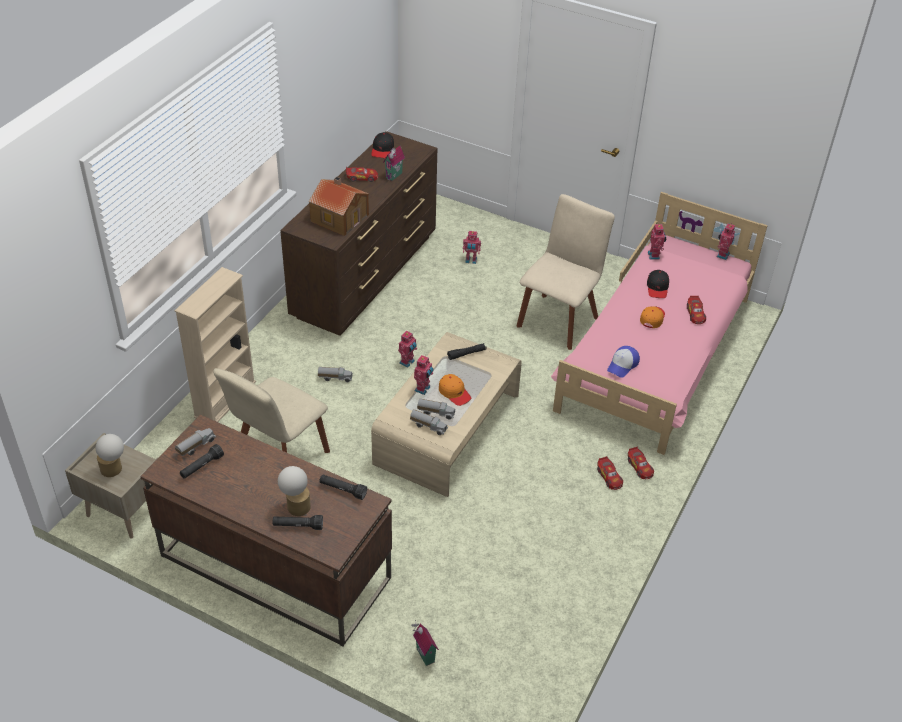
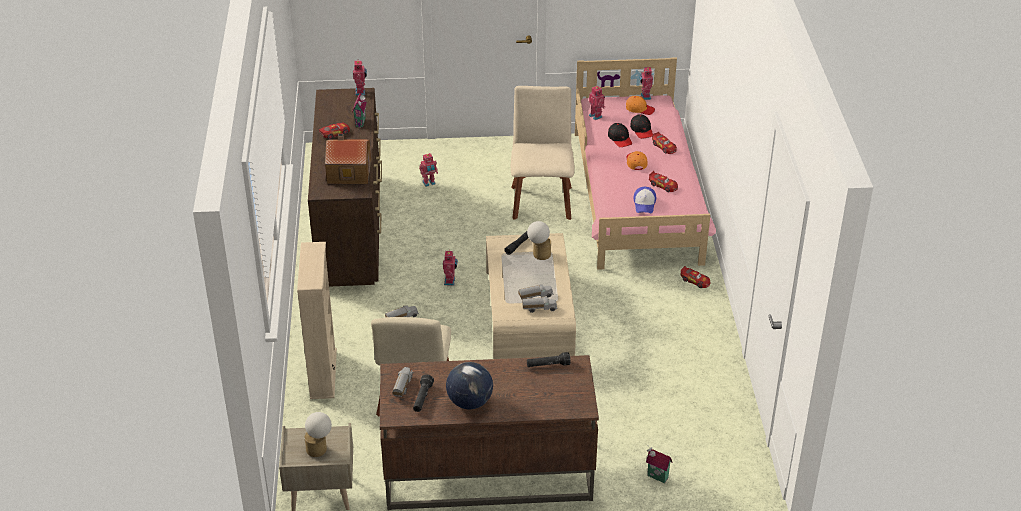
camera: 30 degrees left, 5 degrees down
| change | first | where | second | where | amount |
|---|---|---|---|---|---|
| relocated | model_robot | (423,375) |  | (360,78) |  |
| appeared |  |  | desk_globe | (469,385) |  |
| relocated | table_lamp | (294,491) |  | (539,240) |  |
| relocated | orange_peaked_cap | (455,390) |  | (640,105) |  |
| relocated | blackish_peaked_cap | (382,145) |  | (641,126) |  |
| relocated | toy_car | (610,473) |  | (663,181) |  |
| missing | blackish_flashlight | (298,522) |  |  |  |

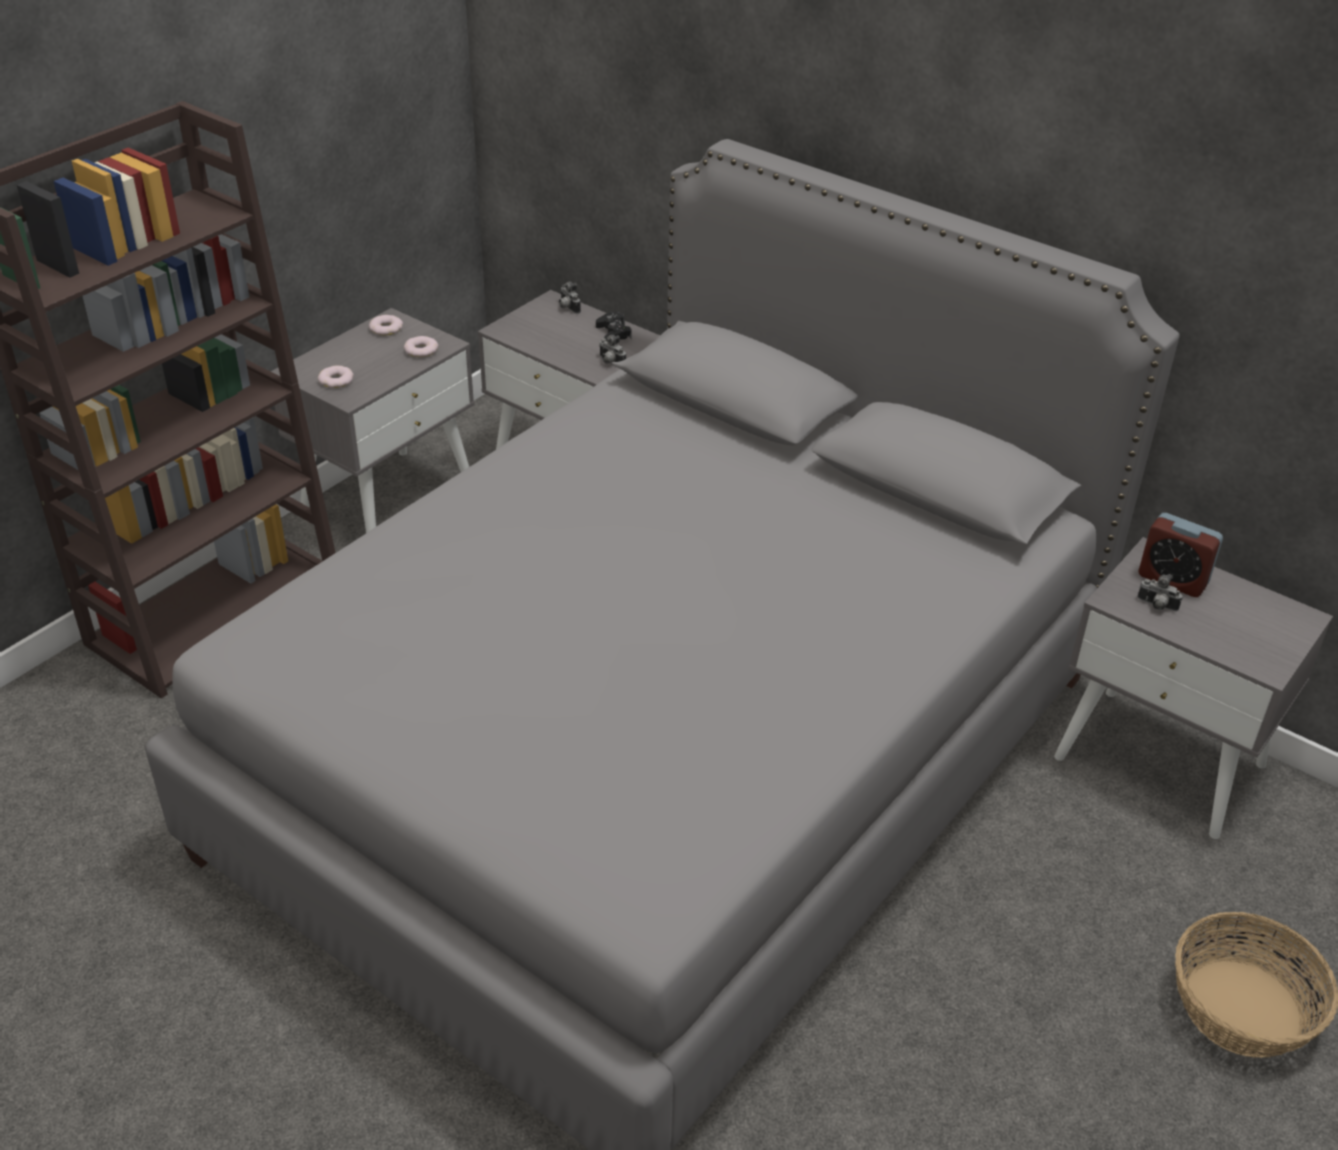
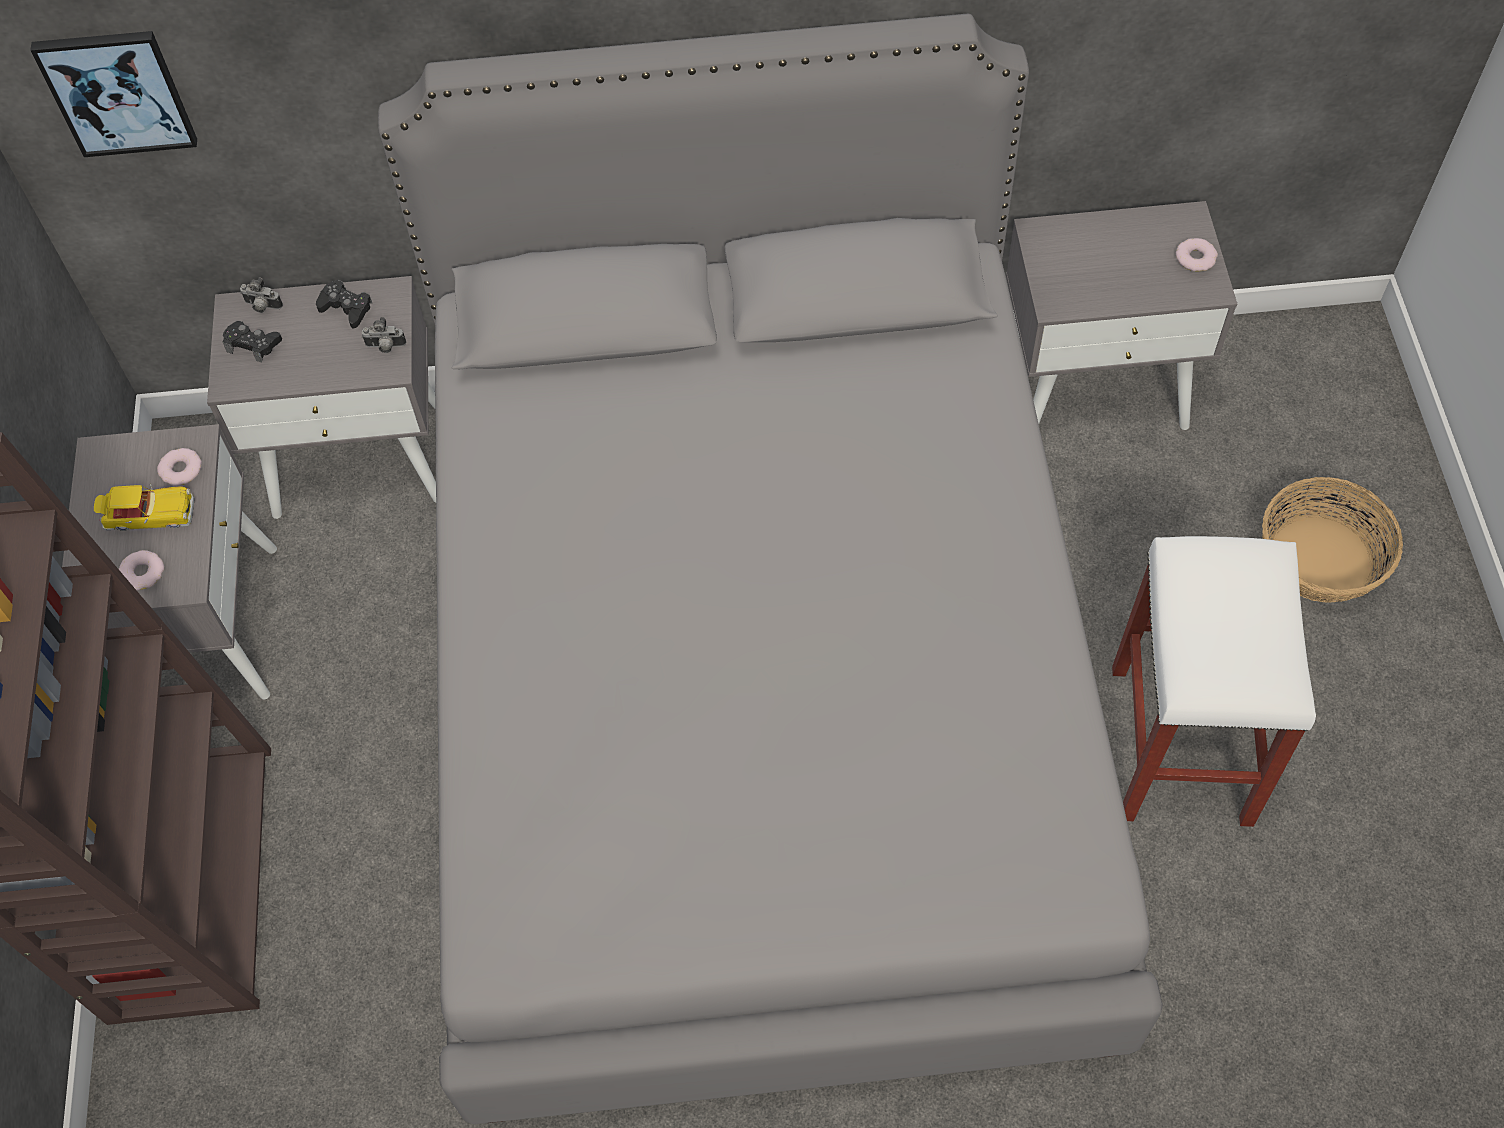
camera: 40 degrees left, 20 degrees up
| change | first | where | second | where | amount |
|---|---|---|---|---|---|
| appeared |  |  | wall_picture | (113,94) |  |
| appeared |  |  | toy_car | (144,507) |  |
| appeared |  |  | blackish_joypad | (252,342) |  |
| appeared |  |  | whitish_stool | (1214,681) |  |
| relocated | doughnut | (386,325) |  | (1197,255) |  |
| missing | bedside_clock | (1180,555) |  |  |  |
| missing | photo_camera | (1160,592) |  |  |  |

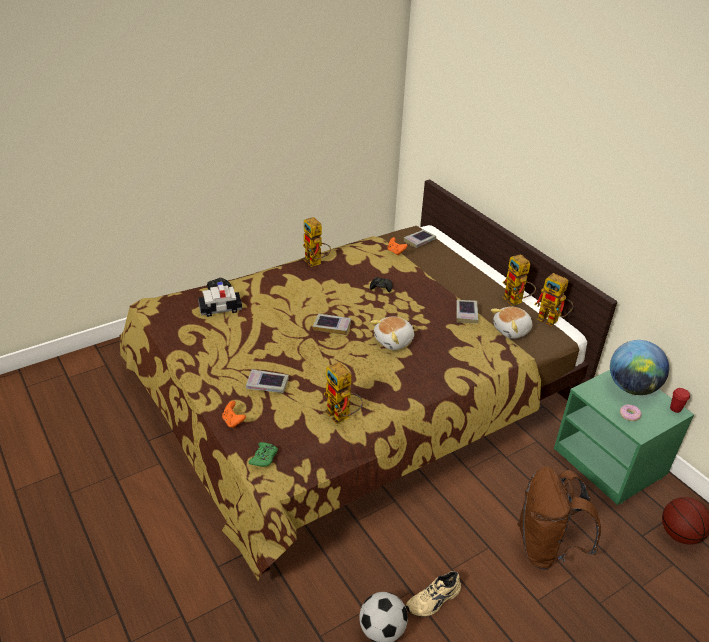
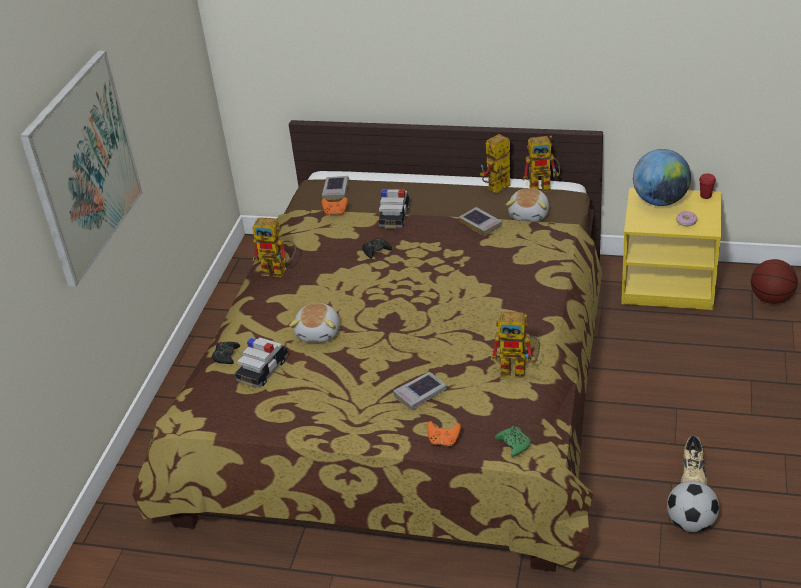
camera: 40 degrees left, 0 degrees up
| change | first | where | second | where | amount |
|---|---|---|---|---|---|
| appeared |  |  | wall_picture | (81,168) |  |
| relocated | soft_toy | (392,333) |  | (314,322) |  |
| appeared |  |  | toy_car | (394,209) |  |
| spun | model_robot | (519,280) |  | (495,163) | 120 degrees clockwise |
| colour | greenish_nightstand | (624,437) | yellowish_nightstand | (671,249) |  |
| missing | bound_book | (332,324) |  |  |  |
| missing | brownish_rucksack | (559,517) |  |  |  |

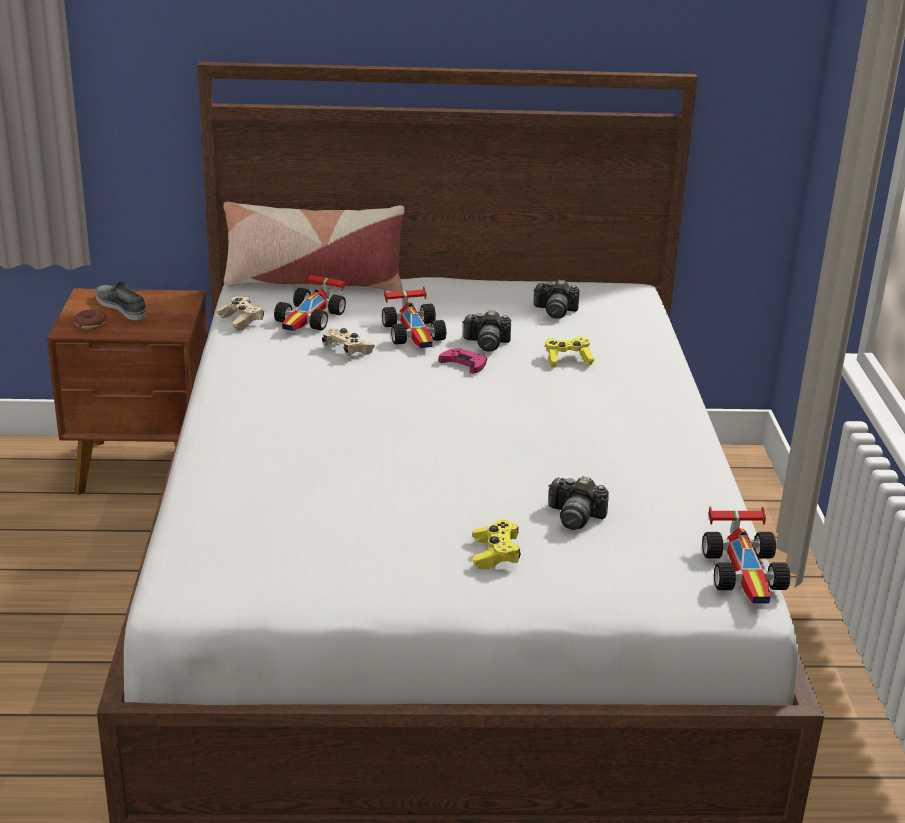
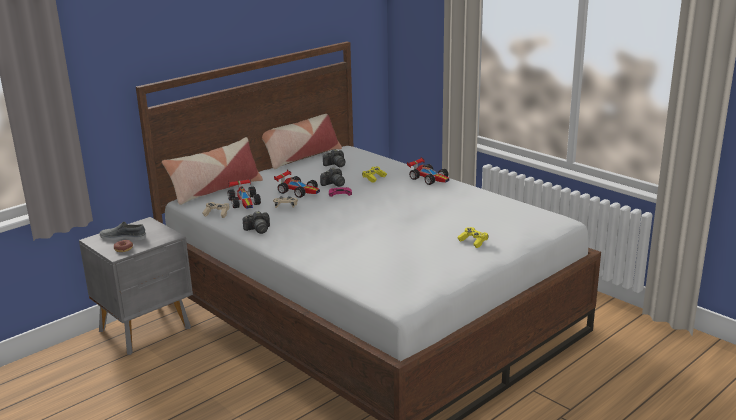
camera: 40 degrees left, 5 degrees down
| change | first | where | second | where | amount |
|---|---|---|---|---|---|
| colour | brownish_nightstand | (127,391) | greyish_nightstand | (136,286) |  |
| relocated | photo_camera | (578,503) |  | (256,222) |  |
| appeared |  |  | throw_pillow | (302,141) |  |
| relocated | toy_car | (746,555) |  | (428,171) |  |

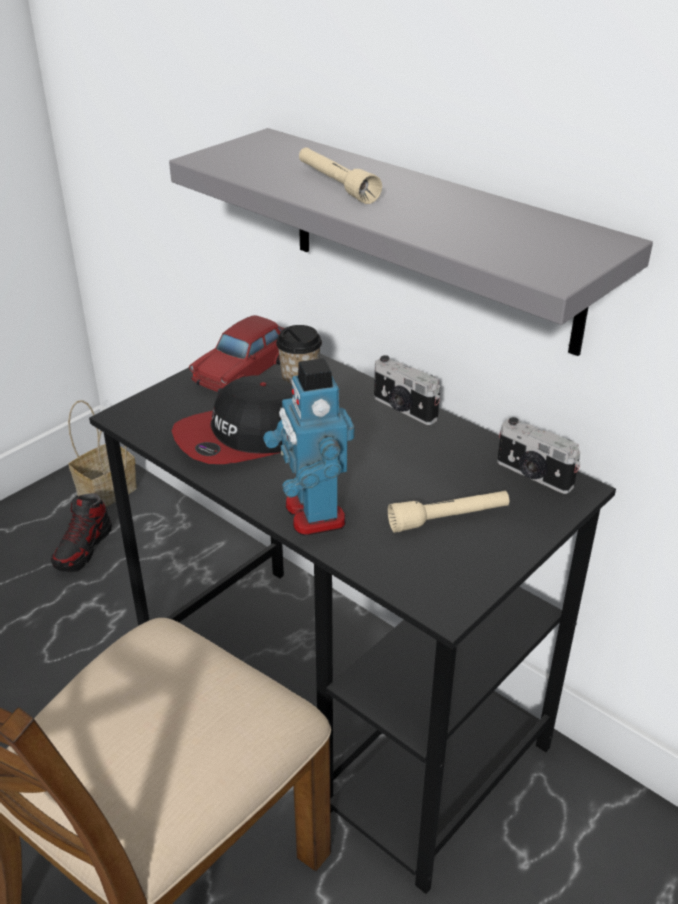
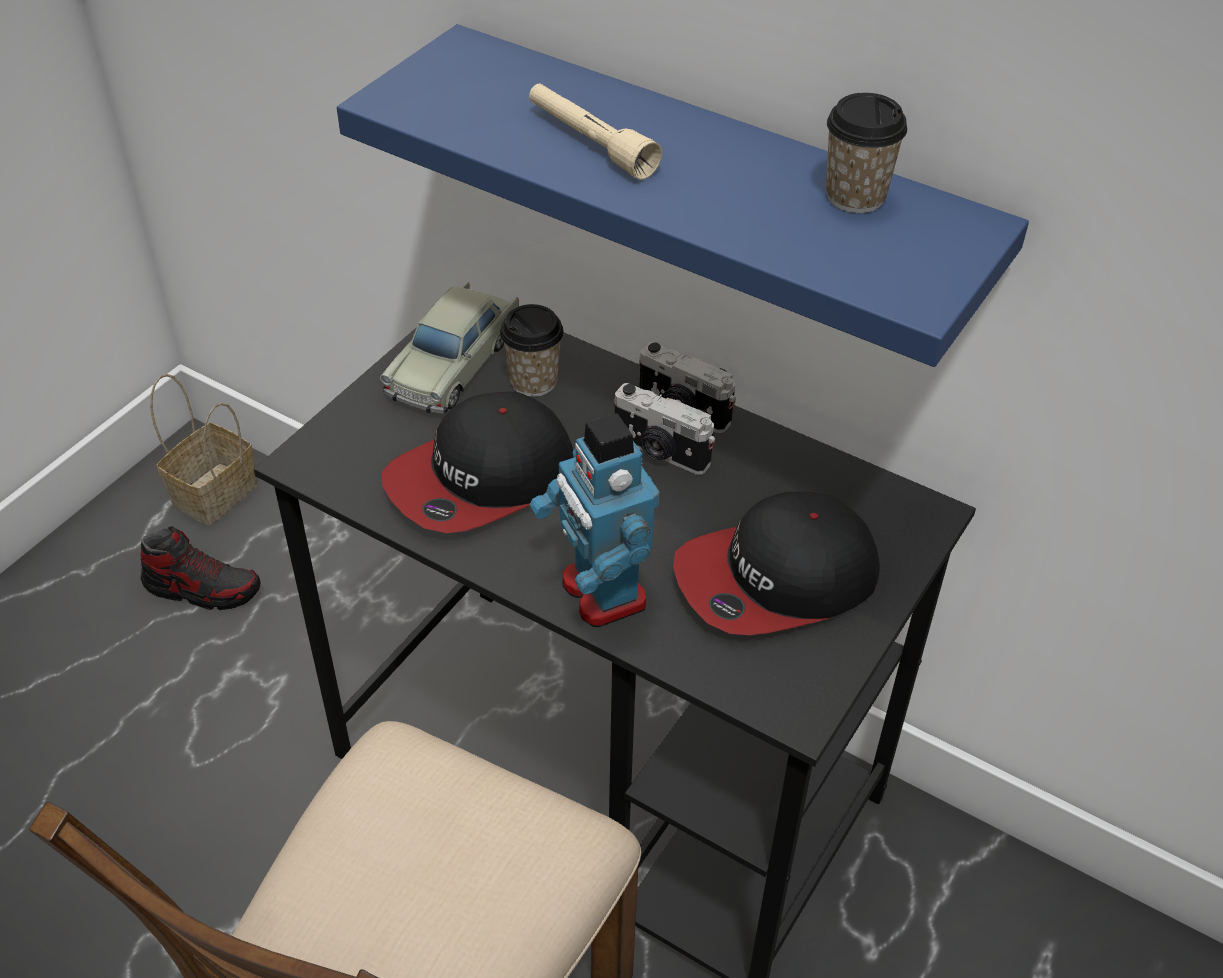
camera: 10 degrees left, 10 degrees up
| change | first | where | second | where | amount |
|---|---|---|---|---|---|
| spun | item_of_footwear | (81,532) |  | (201,568) | 90 degrees counterclockwise |
| colour | greyish_wall_shelf | (411,242) | blue-coloured_wall_shelf | (683,195) |  |
| colour | red_toy_car | (236,354) | beige-coloured_toy_car | (449,348) |  |
| relocated | photo_camera | (538,455) |  | (664,429) |  |
| exchanged | beige-coloured_flashlight | (448,512) | peaked_cap | (776,563) |  |
| appeared |  |  | small_cup | (866,153) |  |

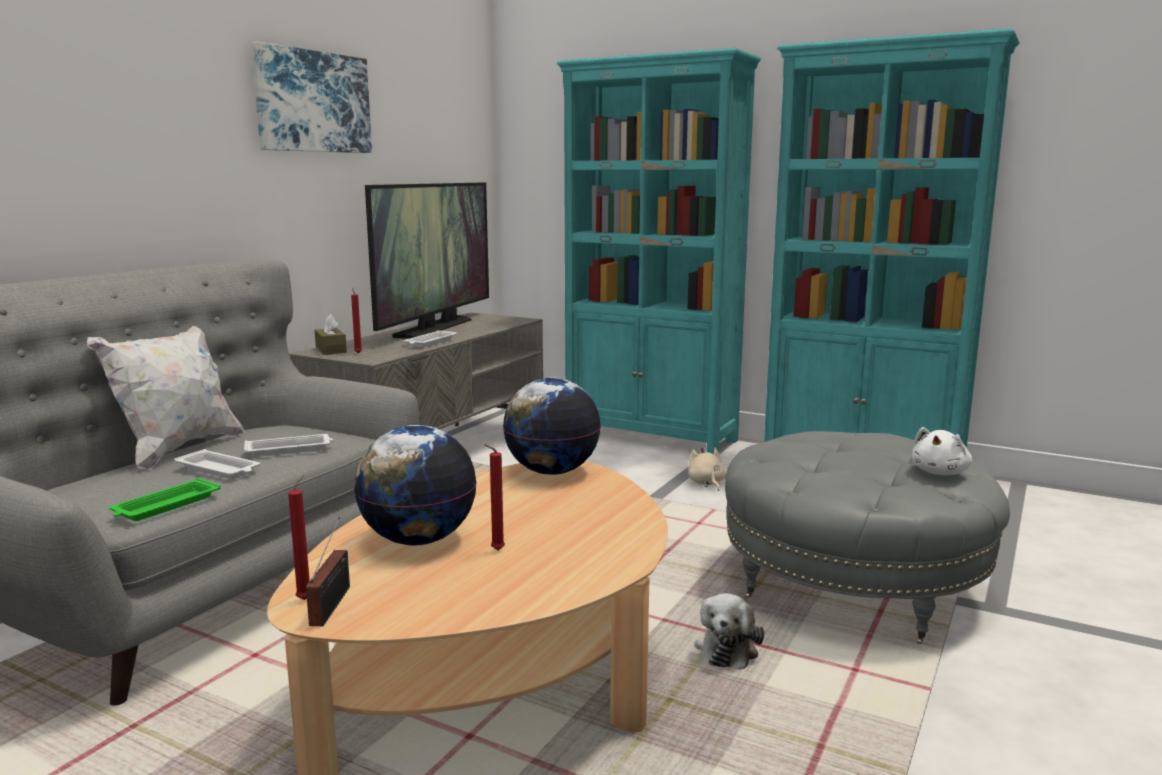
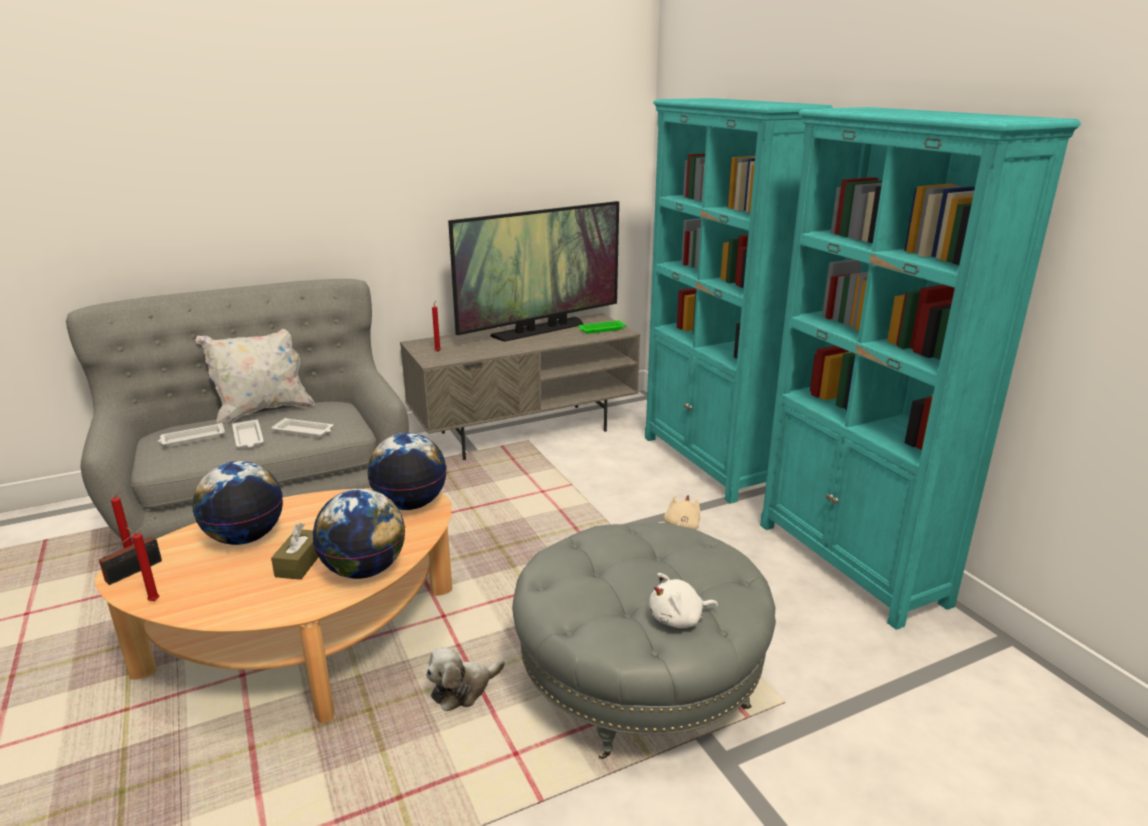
camera: 35 degrees right, 10 degrees up
| change | first | where | second | where | amount |
|---|---|---|---|---|---|
| relocated | red_wax_candle | (494,497) |  | (142,564) |  |
| relocated | whitish_carrying_tray | (430,338) |  | (191,435) |  |
| relocated | brownish_tissue_holder | (331,334) |  | (295,551) |  |
| appeared |  |  | desk_globe | (359,534) |  |
| relocated | greenish_carrying_tray | (165,499) |  | (602,327) |  |
| missing | wall_picture | (311,97) |  |  |  |

